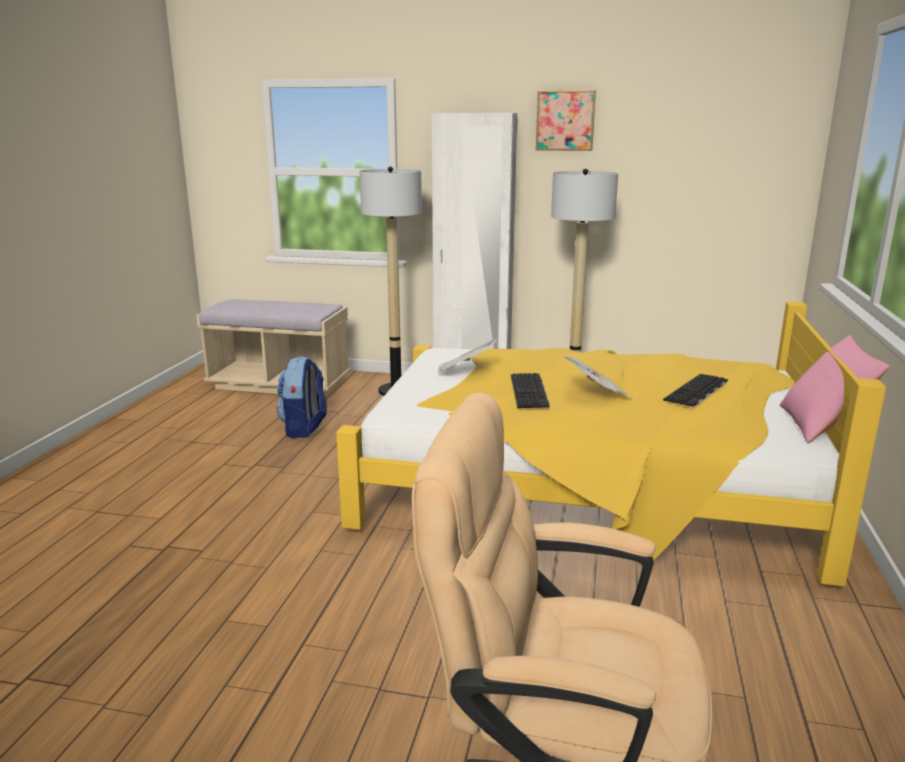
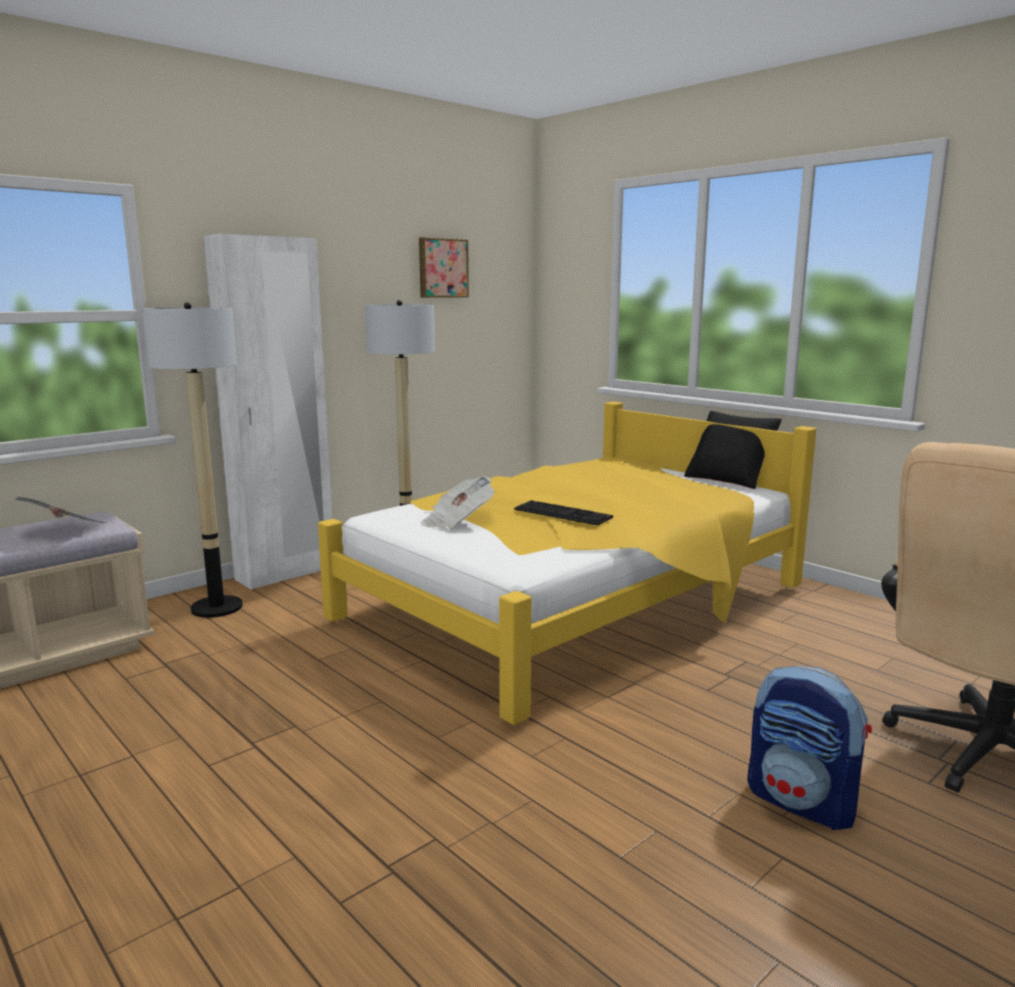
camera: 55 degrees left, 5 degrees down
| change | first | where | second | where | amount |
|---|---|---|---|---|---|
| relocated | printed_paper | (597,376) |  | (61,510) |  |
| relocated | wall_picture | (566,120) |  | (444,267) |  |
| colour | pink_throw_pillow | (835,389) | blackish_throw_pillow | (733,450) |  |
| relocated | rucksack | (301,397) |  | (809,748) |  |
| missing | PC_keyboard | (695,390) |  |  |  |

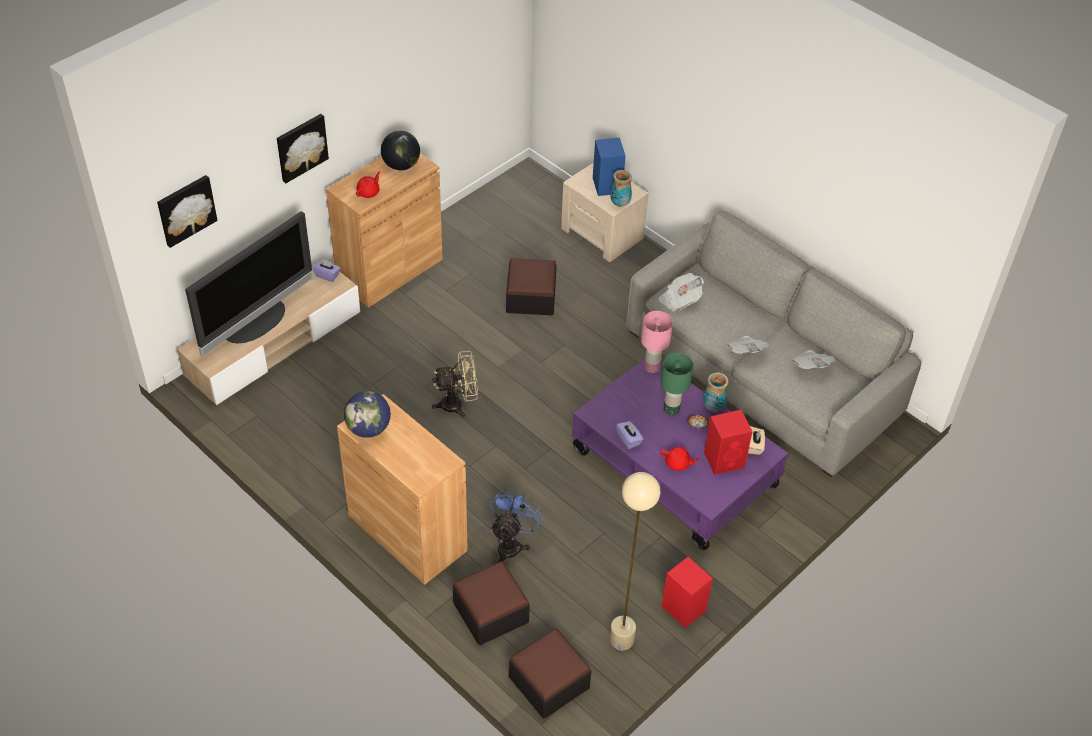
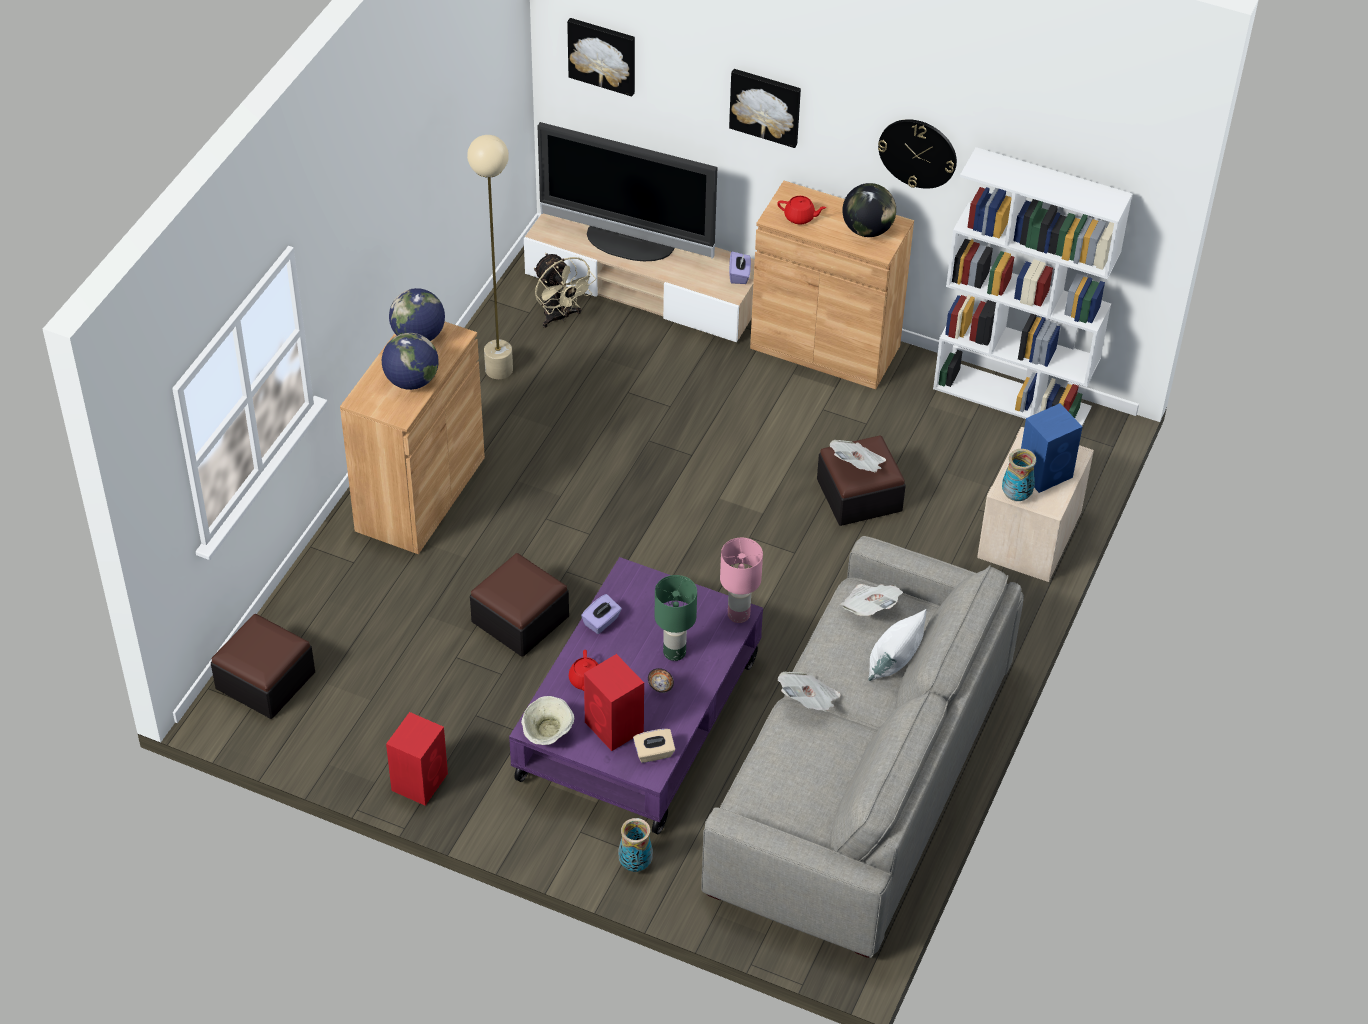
camera: 70 degrees right, 0 degrees up
| change | first | where | second | where | amount |
|---|---|---|---|---|---|
| appeared |  |  | desk_globe | (410,361) |  |
| relocated | beige-coloured_standing_lamp | (635,561) |  | (490,257) |  |
| relocated | ottoman | (491,603) |  | (519,605) |  |
| appeared |  |  | beige-coloured_bowl | (547,720) |  |
| relocated | beige-coloured_fan | (455,384) |  | (565,290) |  |
| relocated | decorative_vase | (716,392) |  | (636,845) |  |
| relocated | printed_paper | (813,359) |  | (858,456) |  |
| appeared |  |  | whitish_throw_pillow | (897,645) |  |
| appeared |  |  | hanging_clock | (917,154) |  |
| appeared |  |  | whitish_bookcase | (1032,286) |  |
| missing | blue-coloured_fan | (517,525) |  |  |  |

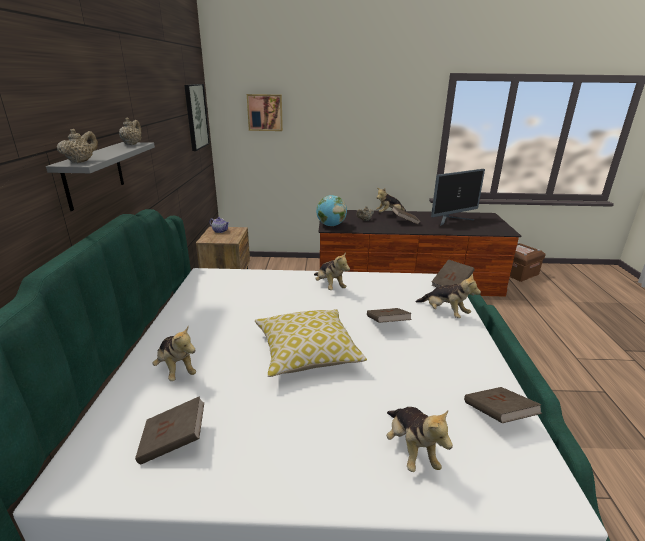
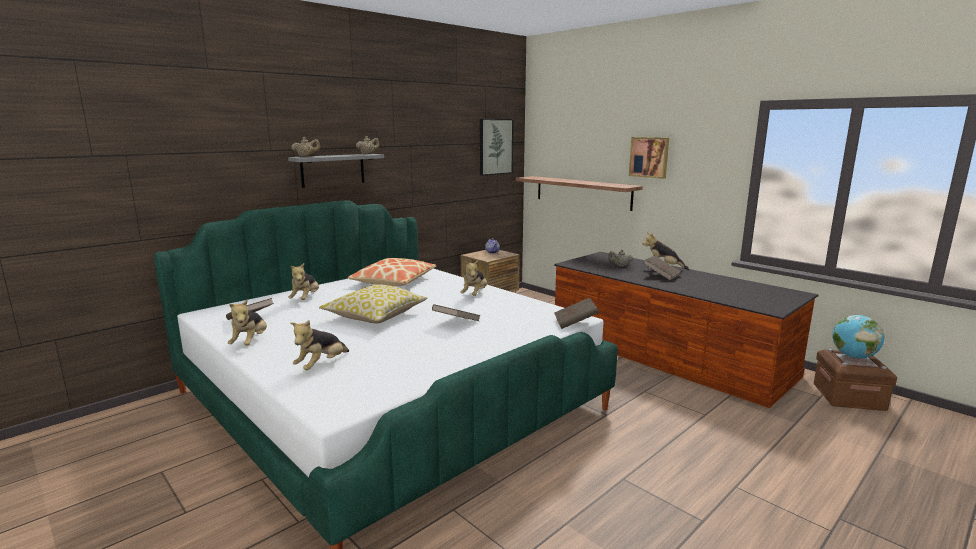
camera: 45 degrees right, 10 degrees down
| change | first | where | second | where | amount |
|---|---|---|---|---|---|
| relocated | soft_toy | (448,295) |  | (247,323) |  |
| appeared |  |  | throw_pillow | (392,272) |  |
| appeared |  |  | wall_shelf | (579,193) |  |
| relocated | wall_picture | (265,112) |  | (649,158) |  |
| relocated | desk_globe | (331,210) |  | (858,336) |  |
| missing | computer_screen | (458,197) |  |  |  |
| missing | brownish_bound_book | (503,405) |  |  |  |

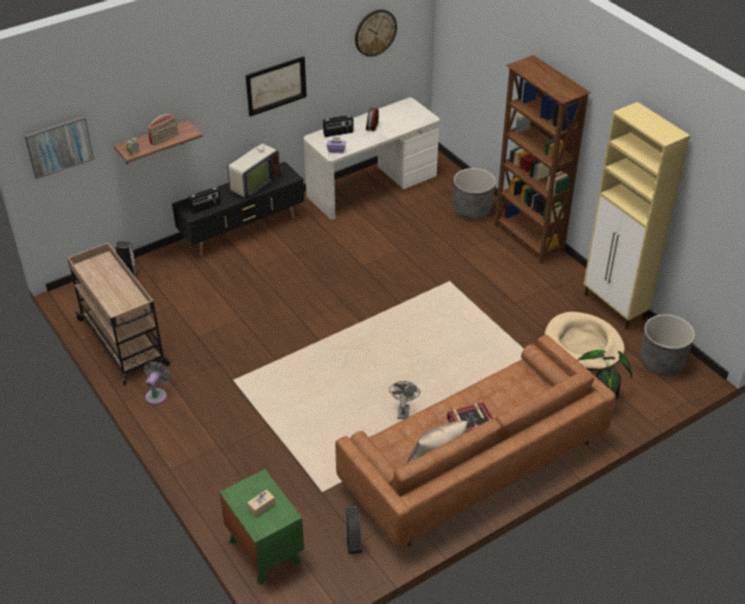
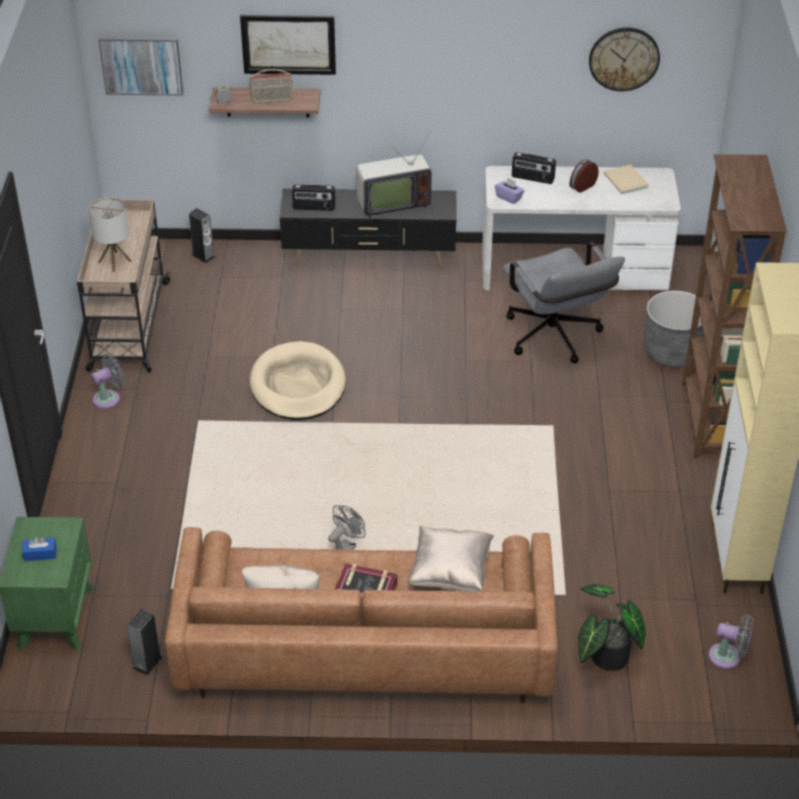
camera: 35 degrees right, 0 degrees up
| change | first | where | second | where | amount |
|---|---|---|---|---|---|
| colour | beige-coloured_tissue_holder | (261,503) | blue-coloured_tissue_holder | (39,548) |  |
| appeared |  |  | table_lamp | (110,234) |  |
| relocated | wall_picture | (276,86) |  | (288,45) |  |
| relocated | beige-coloured_dog_cushion | (585,341) |  | (298,380) |  |
| appeared |  |  | beige-coloured_throw_pillow | (451,558) |  |
| appeared |  |  | greyish_office_chair | (564,302) |  |
| appeared |  |  | beige-coloured_bound_book | (626,179) |  |
| exchanged | greyish_flower_pot | (667,344) | greyish_fan | (731,642) |  |

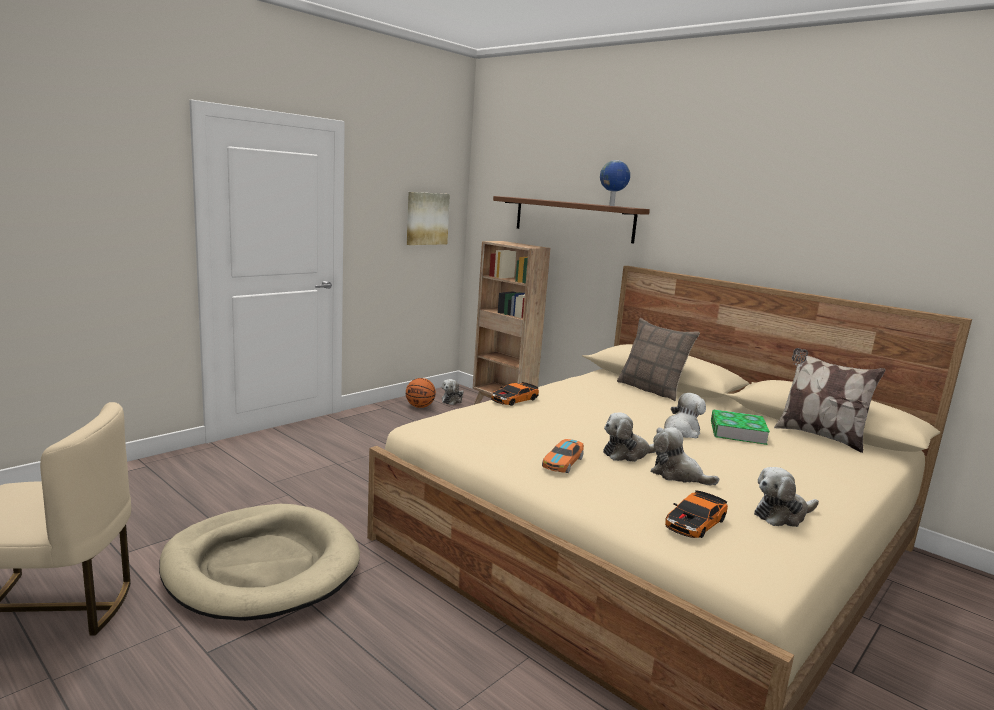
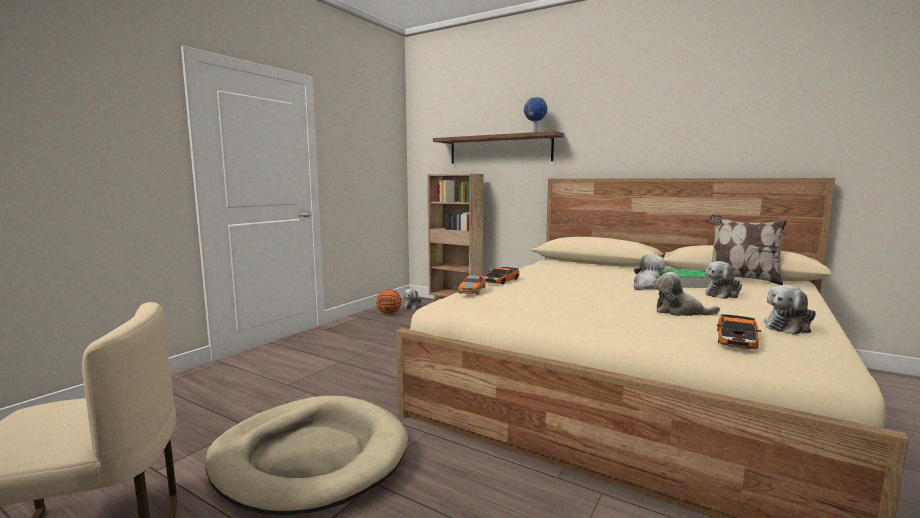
camera: 10 degrees left, 5 degrees down
| change | first | where | second | where | amount |
|---|---|---|---|---|---|
| relocated | toy_car | (563,456) |  | (472,285) |  |
| relocated | soft_toy | (629,437) |  | (723,280) |  |
| missing | wall_picture | (428,218) |  |  |  |
| missing | throw_pillow | (658,359) |  |  |  |

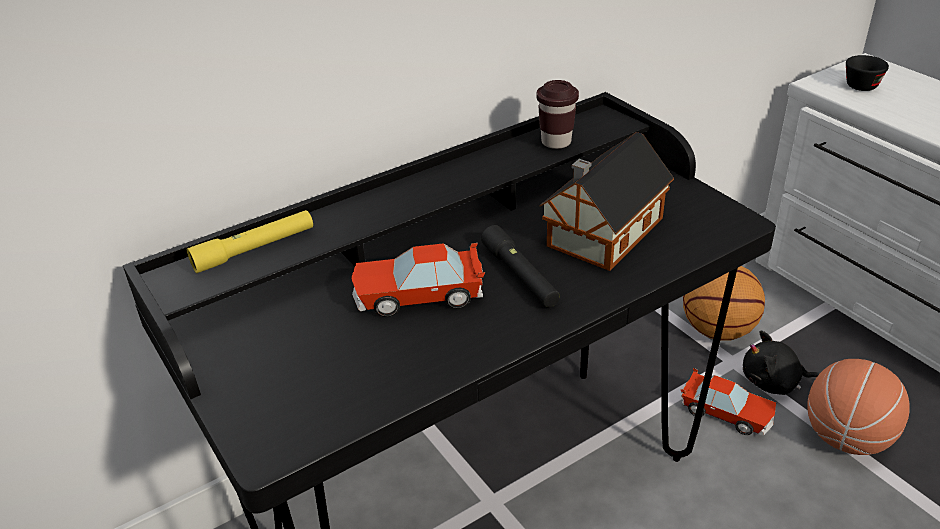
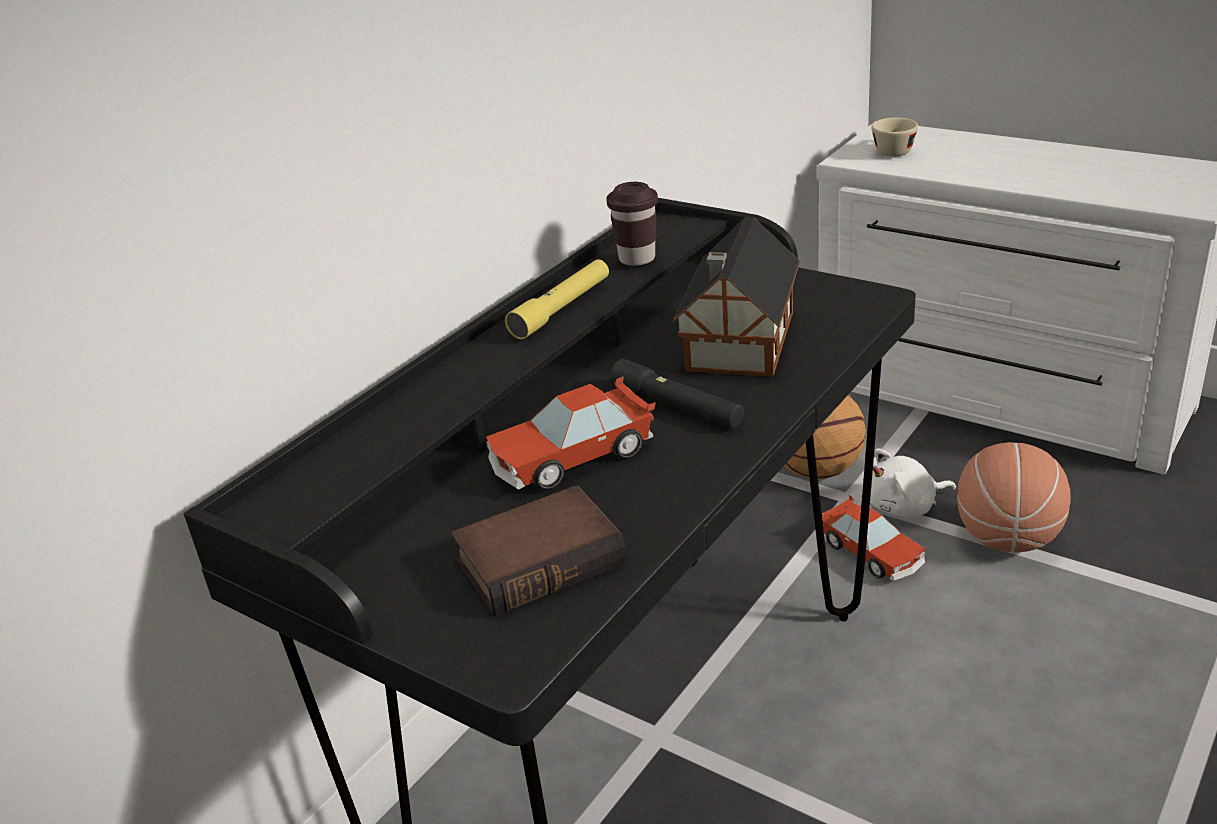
camera: 20 degrees left, 5 degrees down
| change | first | where | second | where | amount |
|---|---|---|---|---|---|
| appeared |  |  | bound_book | (538,550) |  |
| relocated | yellowish_flashlight | (250,241) |  | (557,299) |  |
| spun | toy_car | (728,402) |  | (874,538) | 45 degrees clockwise |
| colour | blackish_soft_toy | (781,363) | whitish_soft_toy | (913,482) |  |
| colour | blackish_small_cup | (867,73) | beige-coloured_small_cup | (894,137) |  |

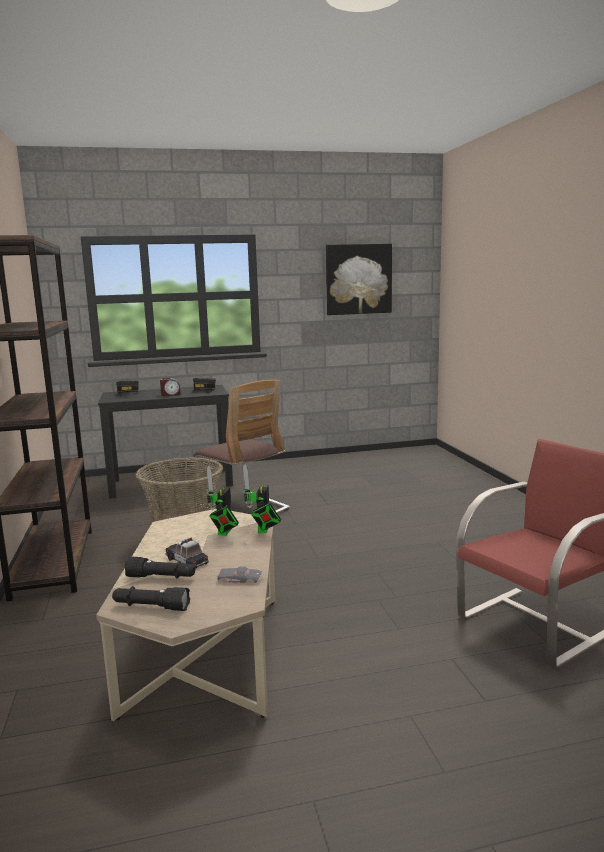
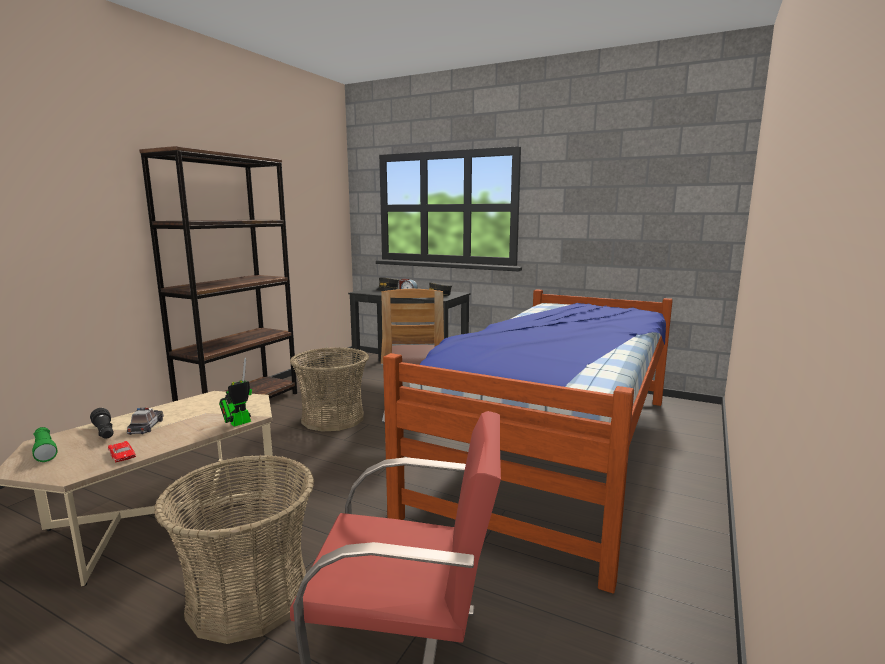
camera: 40 degrees right, 0 degrees up
| change | first | where | second | where | amount |
|---|---|---|---|---|---|
| colour | blackish_flashlight | (151,598) | greenish_flashlight | (44,444) |  |
| colour | greyish_toy_car | (239,575) | red_toy_car | (122,452) |  |
| appeared |  |  | household_basket | (234,549) |  |
| appeared |  |  | sleeping_bed | (528,441) |  |
| missing | model_robot | (223,501) |  |  |  |
| missing | wall_picture | (359,279) |  |  |  |

